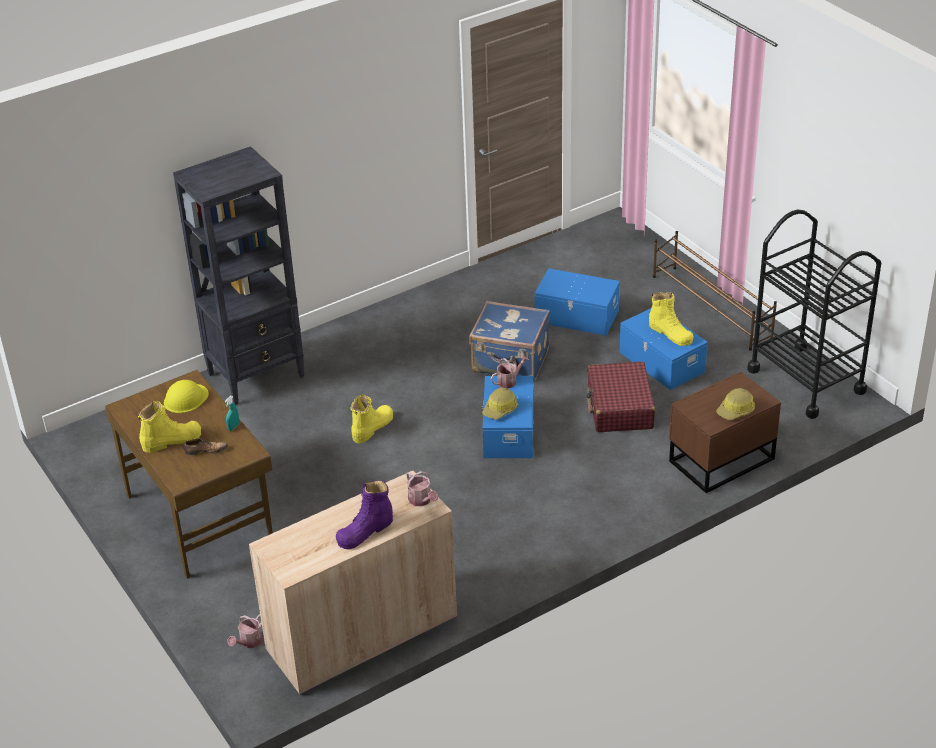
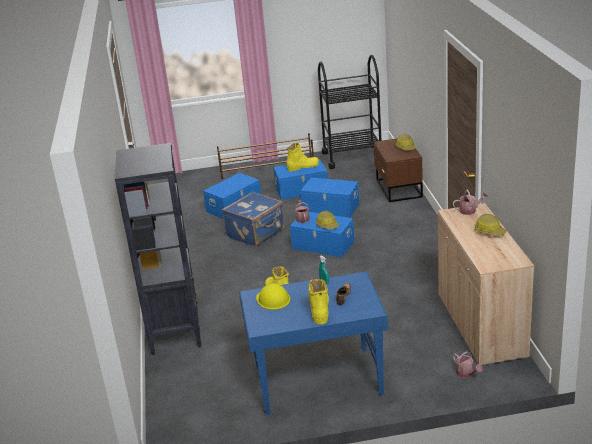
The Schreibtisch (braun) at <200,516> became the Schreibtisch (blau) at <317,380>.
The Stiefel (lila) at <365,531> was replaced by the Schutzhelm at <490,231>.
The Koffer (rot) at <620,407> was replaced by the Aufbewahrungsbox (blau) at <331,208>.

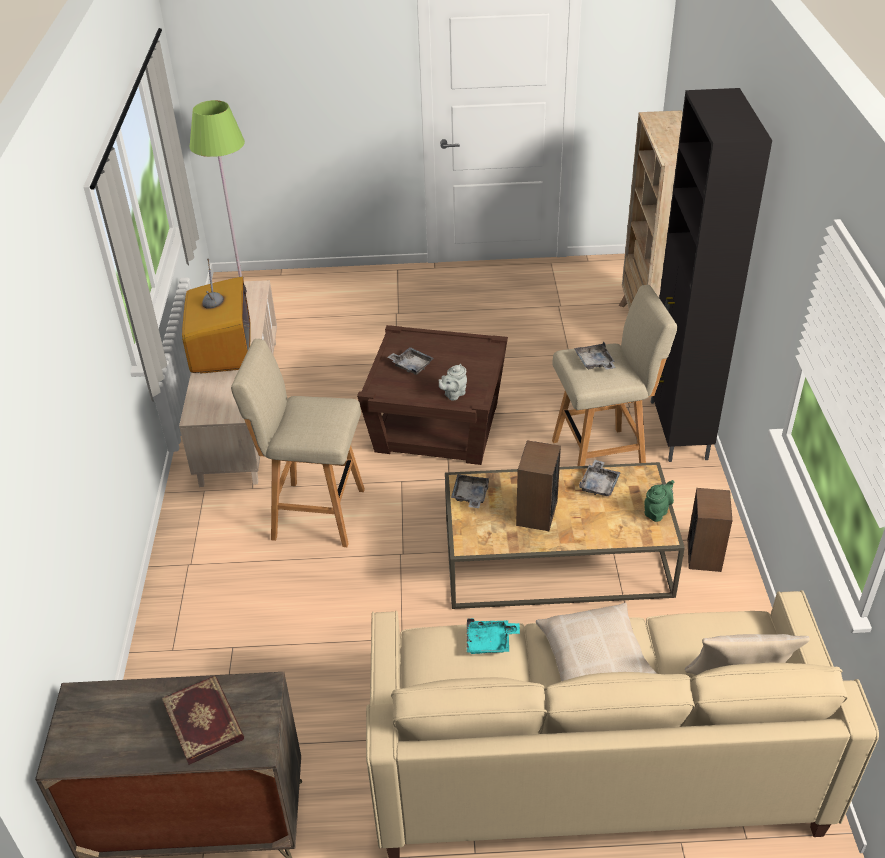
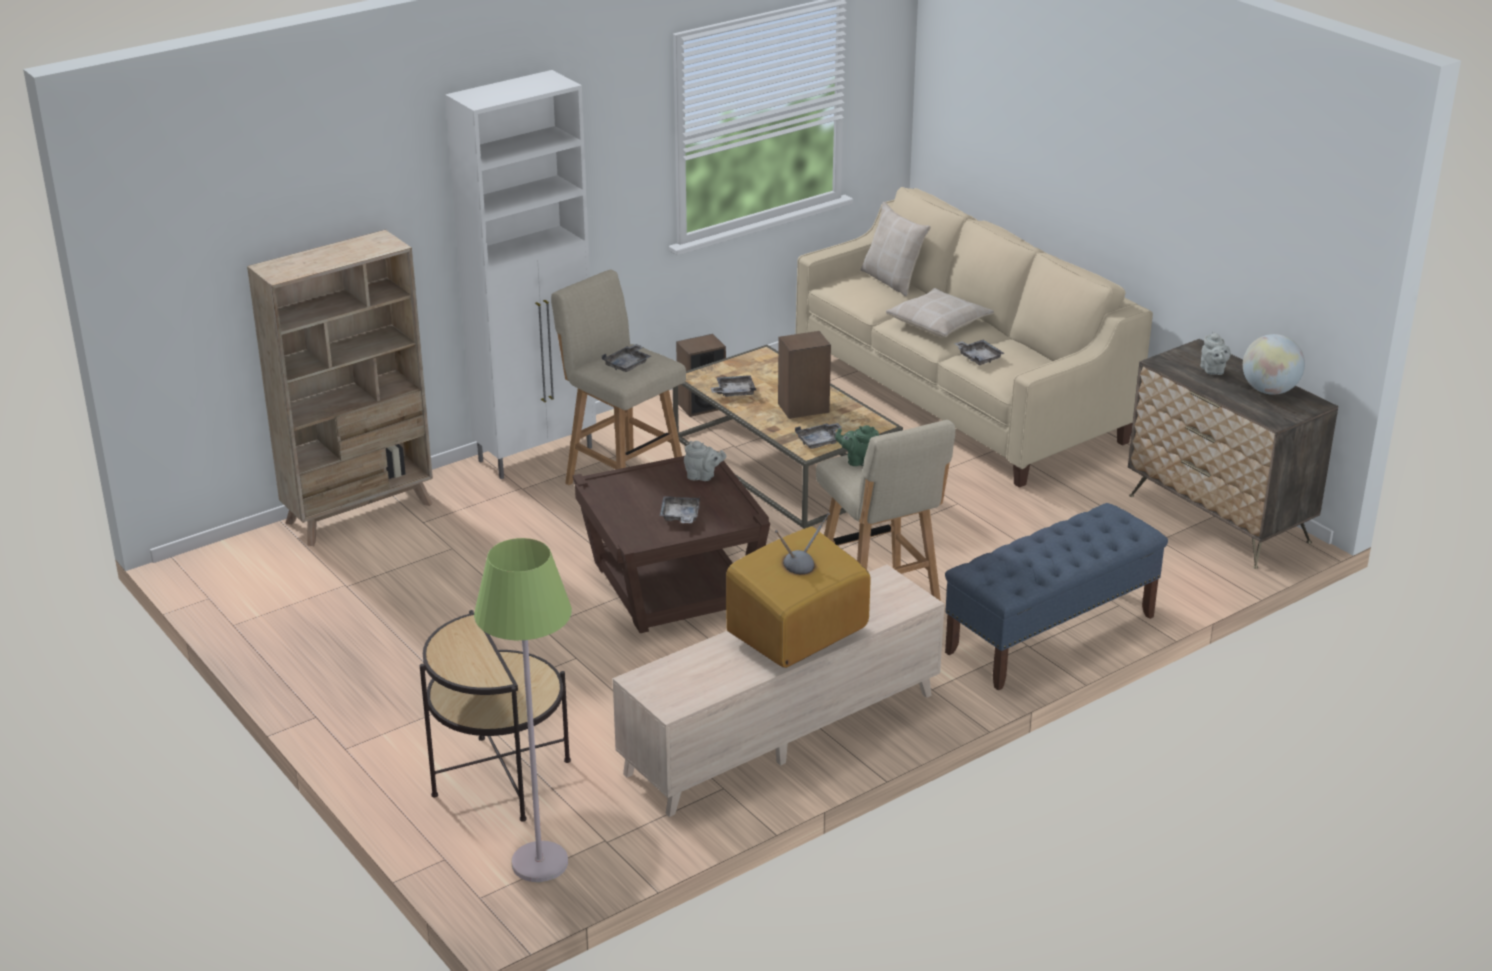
The Buch at <204,720> was replaced by the Teekanne (grau) at <1213,371>.
The Tablett (türkis) at <490,642> became the Tablett (grau) at <978,357>.
The Teekanne (grün) moved from <657,512> to <859,461>.
The Schrank (schwarz) at <678,431> became the Schrank (weiß) at <537,454>.
The Beistelltisch at <502,777> appeared.
The Bank (blau) at <1050,635> appeared.
The Globus at <1269,391> appeared.

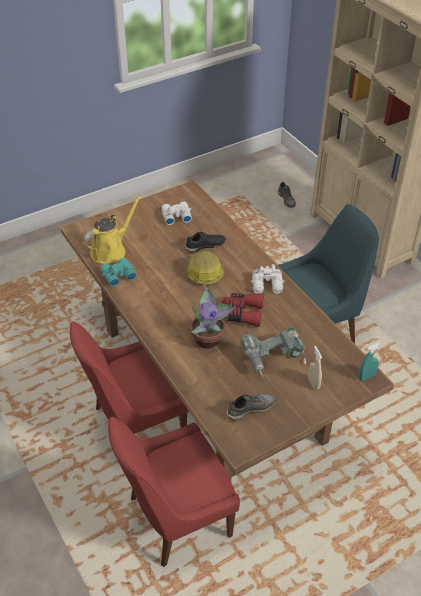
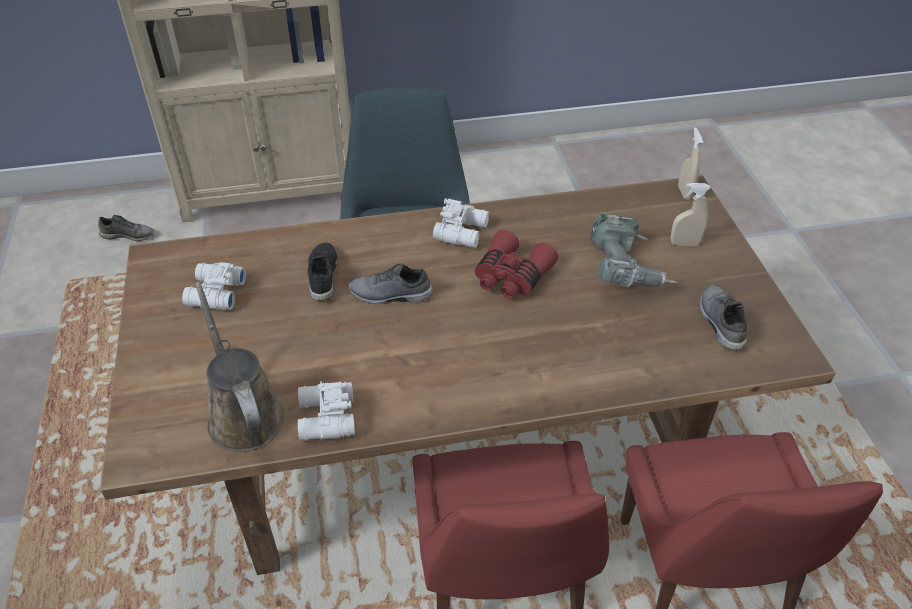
The Gießkanne (gelb) at <111,250> became the Gießkanne (braun) at <243,413>.
The Fernglas (türkis) at <118,275> became the Fernglas (weiß) at <325,419>.
The Schutzhelm at <204,272> was replaced by the Schuh (grau) at <390,295>.
The Topfpflanze at <209,339> disappeared.
The Sprühflasche (türkis) at <366,376> became the Sprühflasche (beige) at <684,193>.

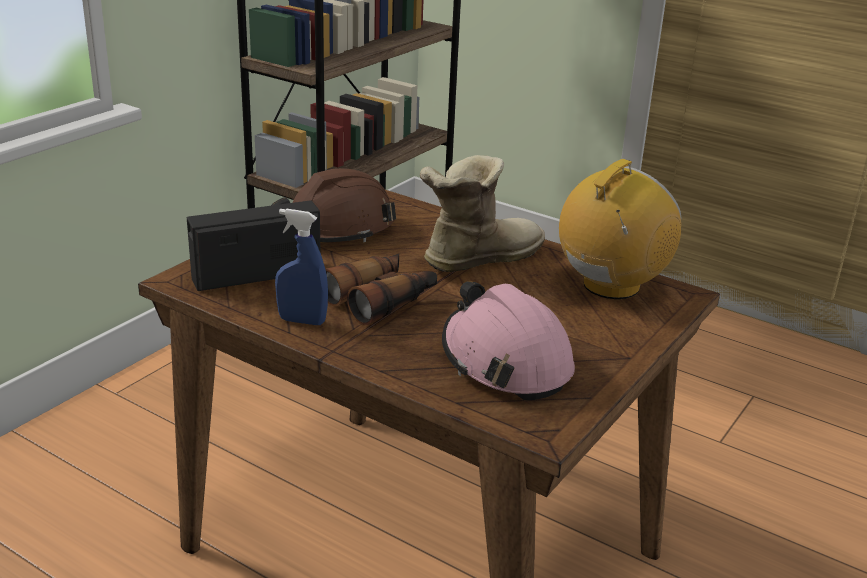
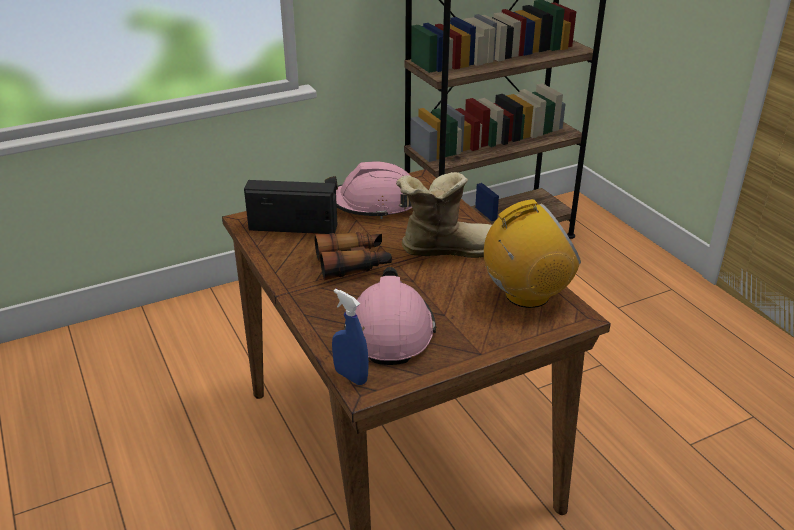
The Schutzhelm (braun) at <335,229> became the Schutzhelm (rosa) at <374,204>.
The Sprühflasche (blau) moved from <302,321> to <350,376>.

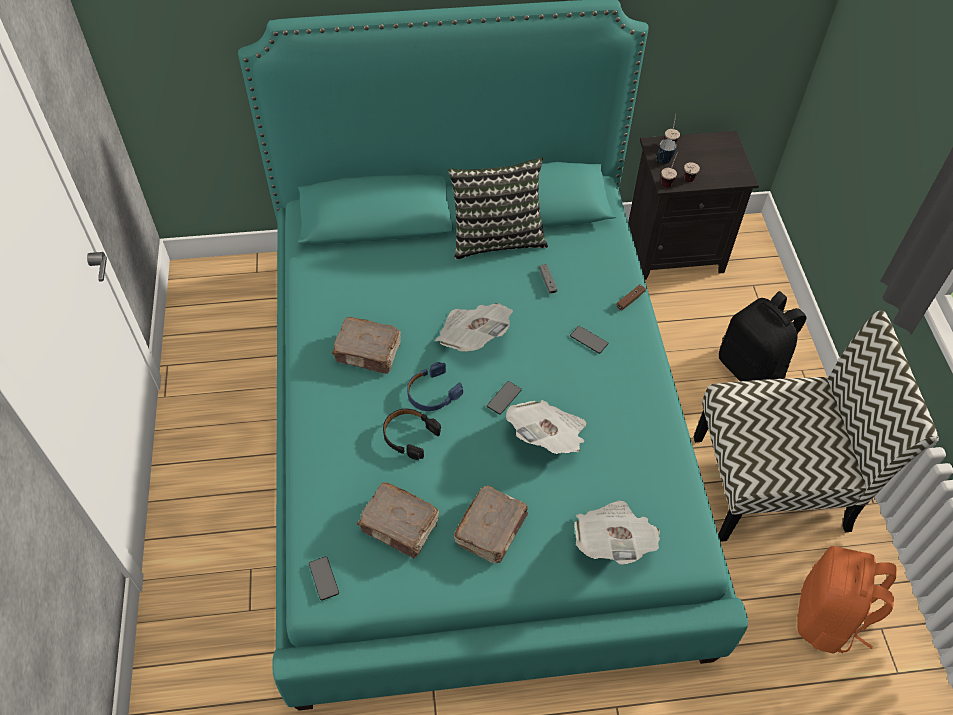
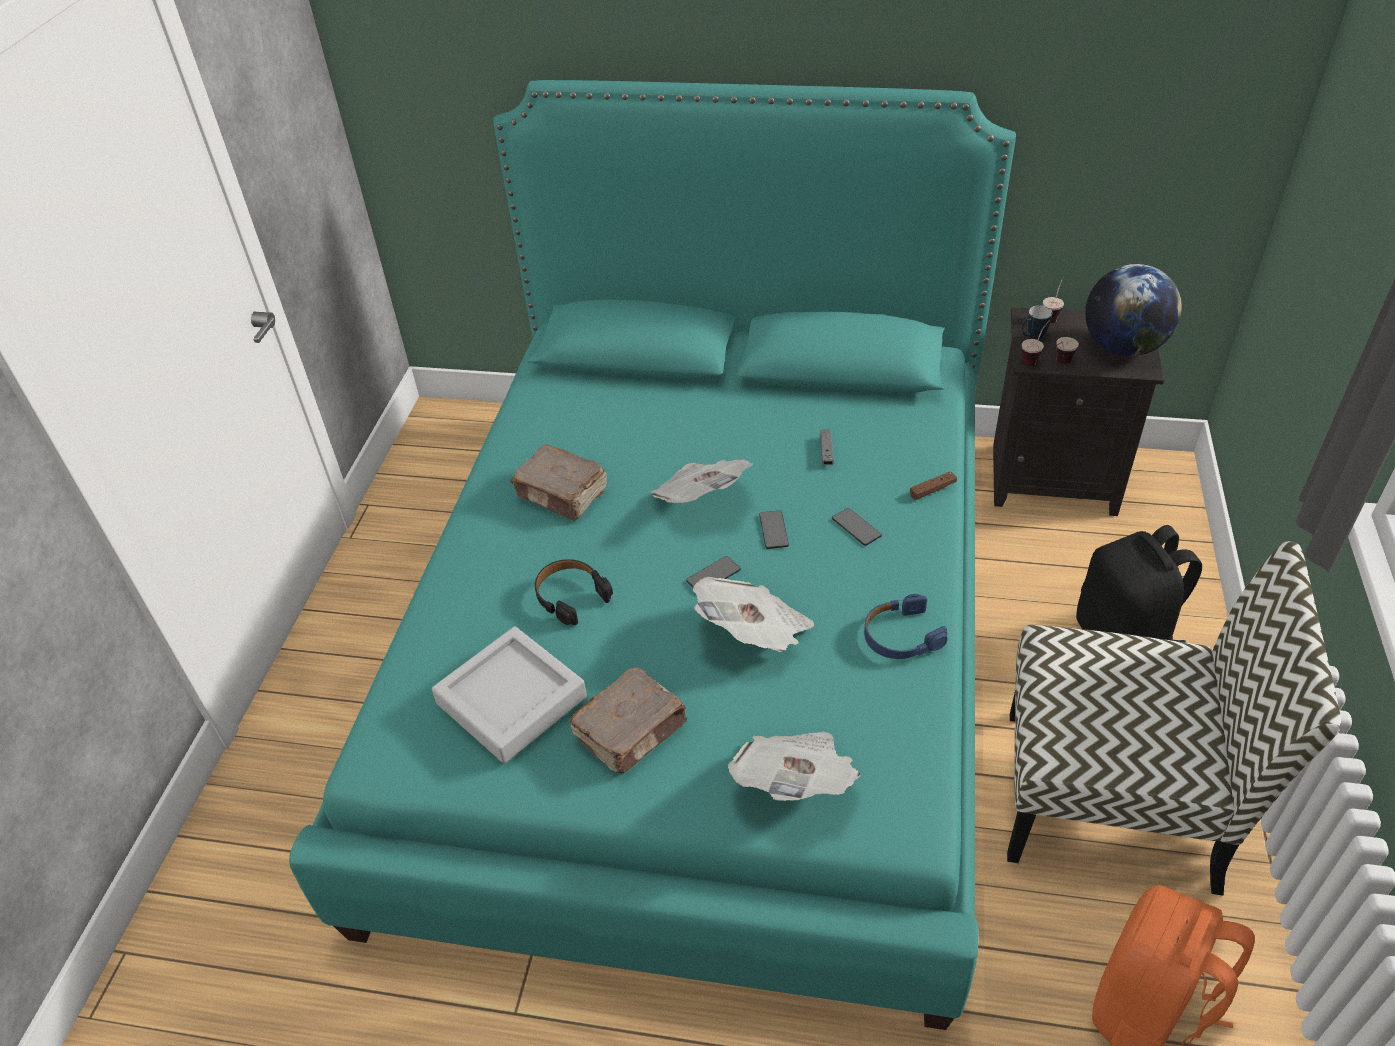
The Handy moved from <323,578> to <773,530>.
The Buch (braun) at <400,526> was replaced by the Tablett (grau) at <511,700>.
The Kopfhörer (blau) moved from <432,393> to <901,636>.
The Kissen at <497,237> disappeared.
The Globus at <1123,347> appeared.

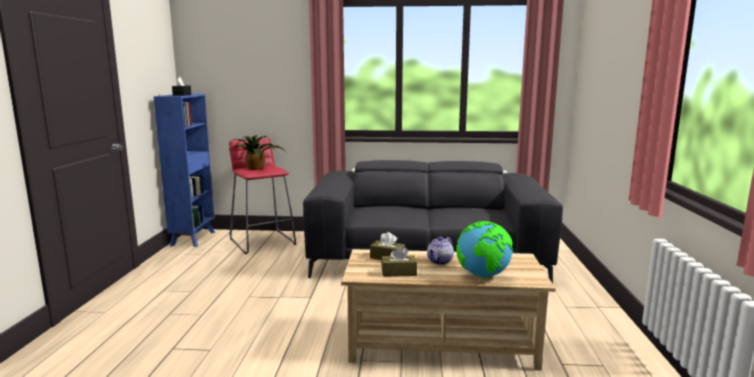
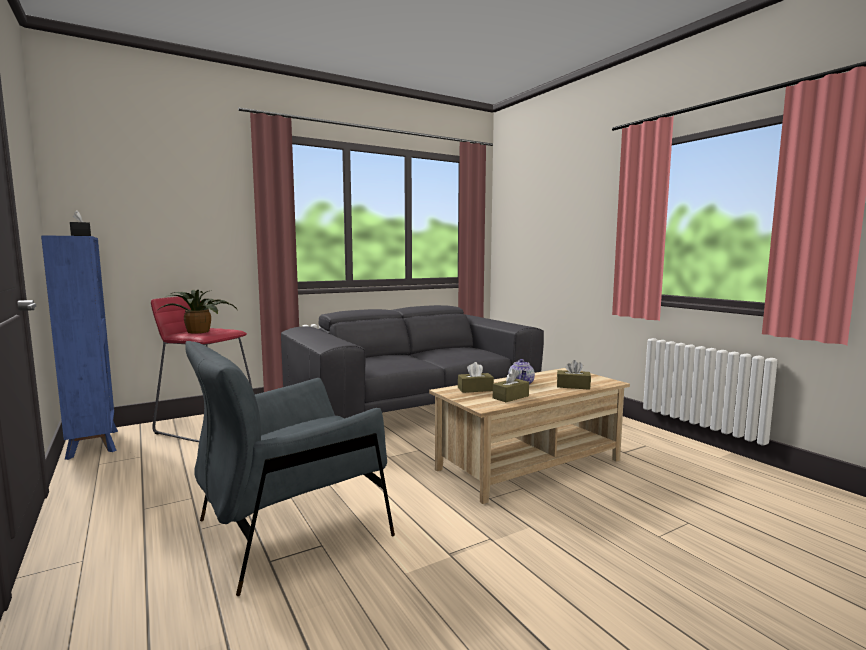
The Globus at <483,276> was replaced by the Taschentuchbox (braun) at <573,386>.
The Sessel (grau) at <292,529> appeared.

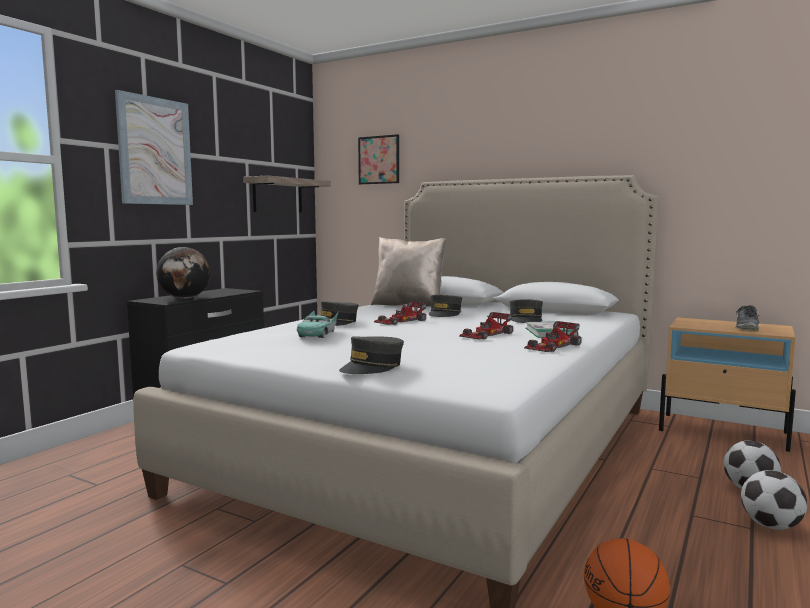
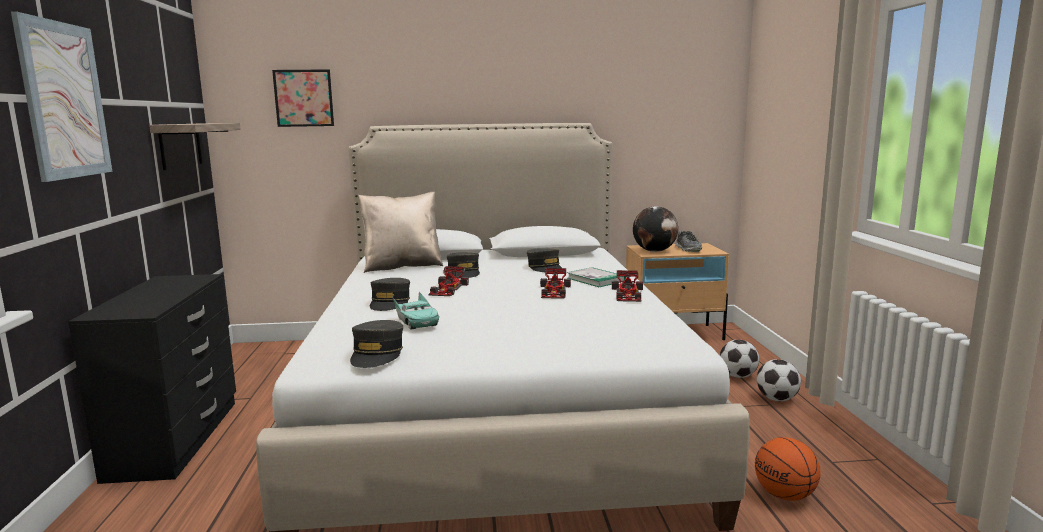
The Globus moved from <185,298> to <654,251>.
The Kappe (grau) moved from <372,367> to <377,354>.

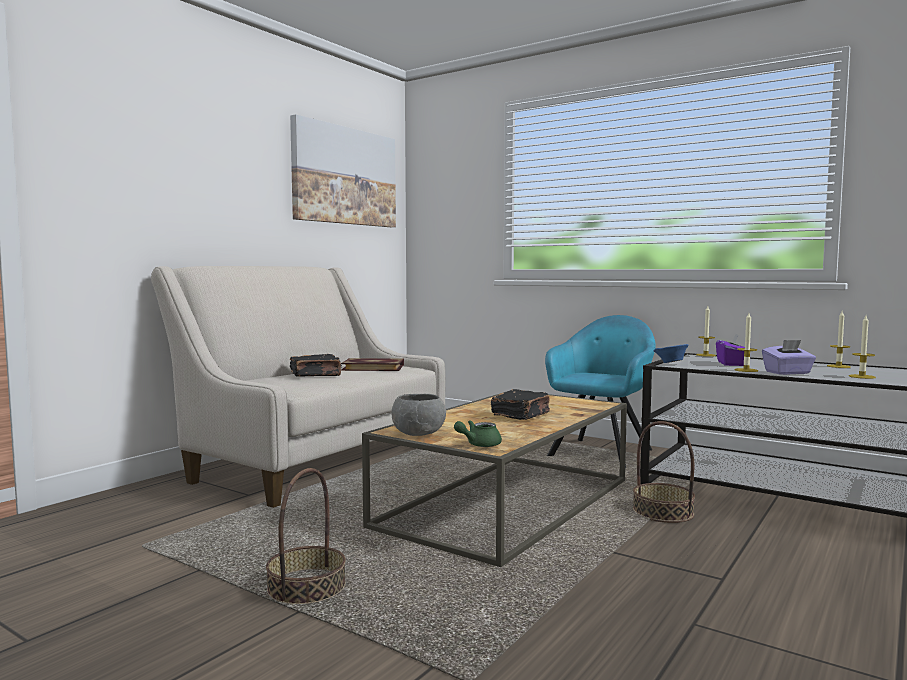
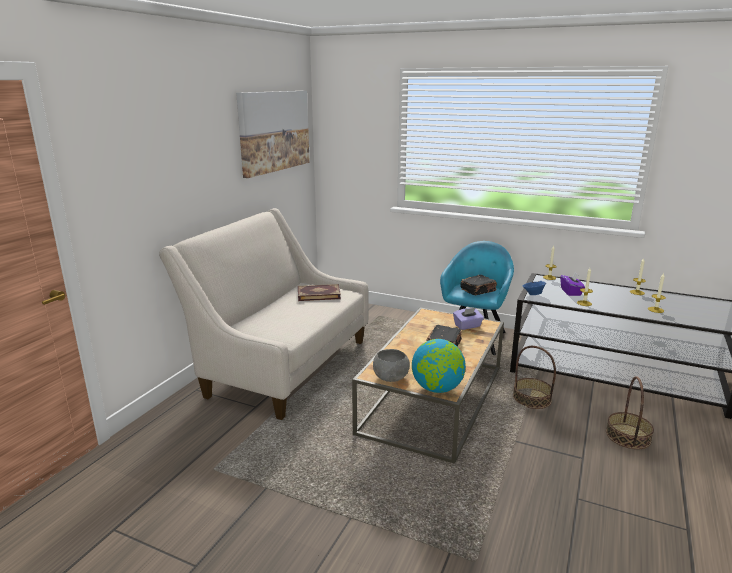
The Korb moved from <307,587> to <628,436>.
The Buch (schwarz) moved from <316,375> to <478,291>.
The Teekanne (grün) at <479,445> was replaced by the Globus at <437,389>.
The Taschentuchbox (lila) moved from <788,373> to <467,326>.

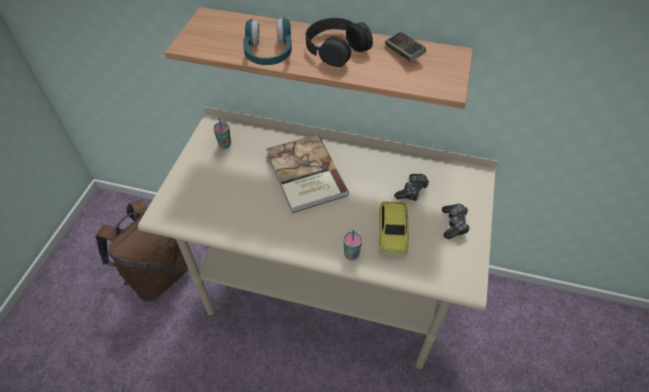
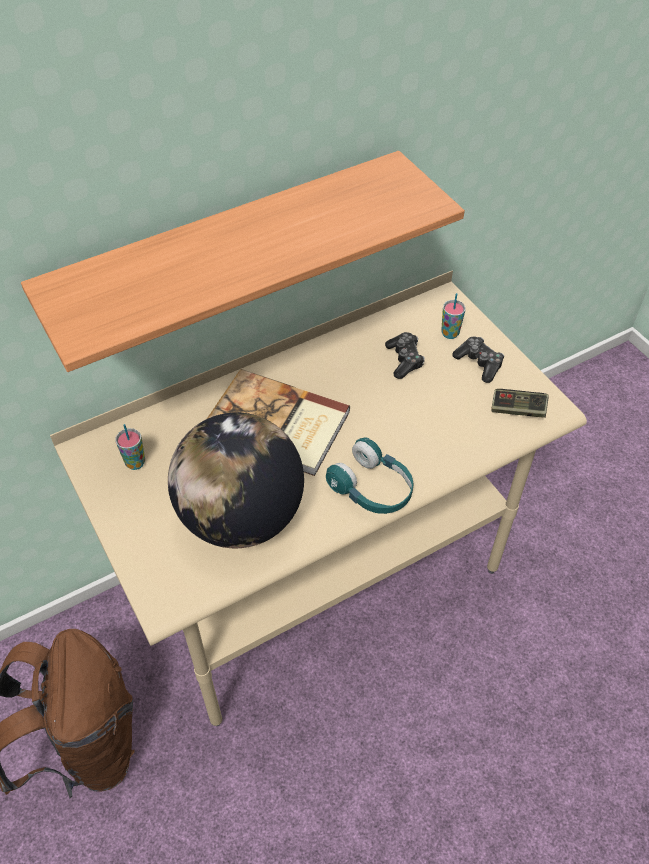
The Kopfhörer (türkis) moved from <268,53> to <372,488>.
The Kopfhörer (schwarz) at <336,48> disappeared.
The Tasse moved from <351,255> to <450,333>.
The Spielzeugauto at <392,232> disappeared.
The Gamepad moved from <403,53> to <518,409>.
The Globus at <241,516> appeared.

